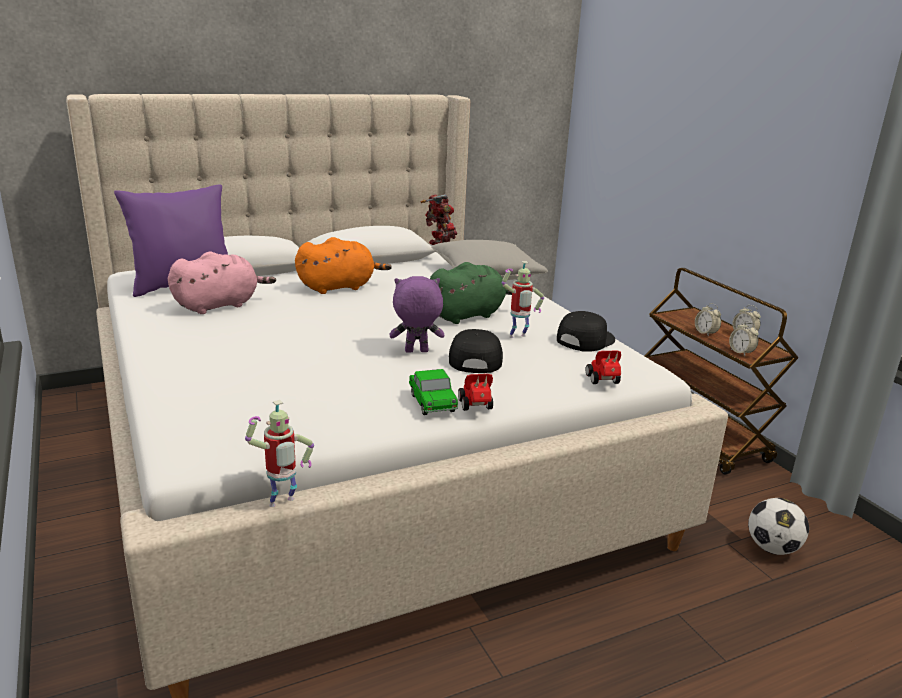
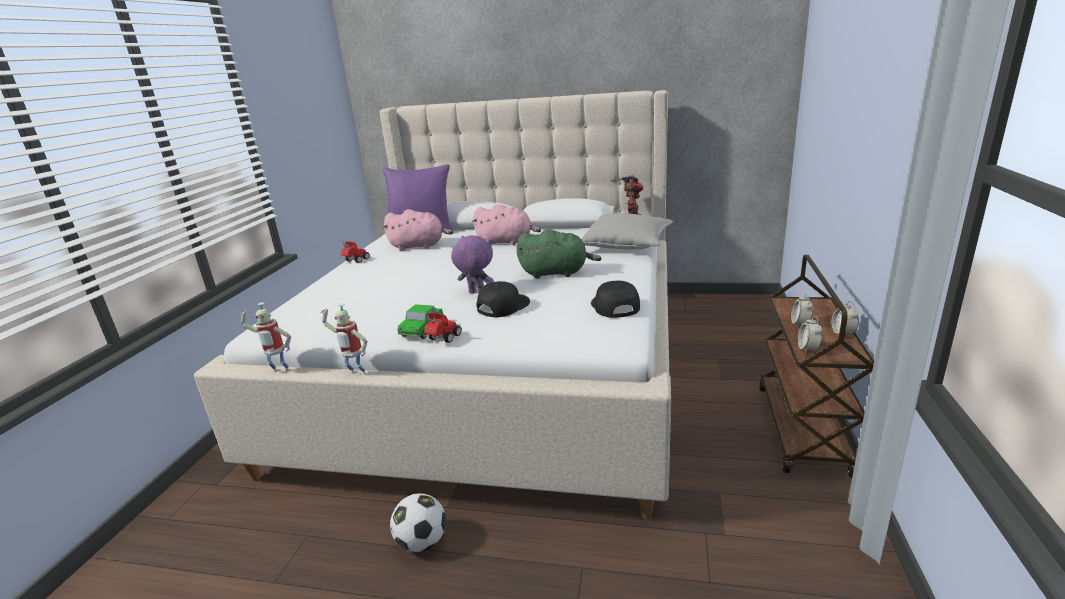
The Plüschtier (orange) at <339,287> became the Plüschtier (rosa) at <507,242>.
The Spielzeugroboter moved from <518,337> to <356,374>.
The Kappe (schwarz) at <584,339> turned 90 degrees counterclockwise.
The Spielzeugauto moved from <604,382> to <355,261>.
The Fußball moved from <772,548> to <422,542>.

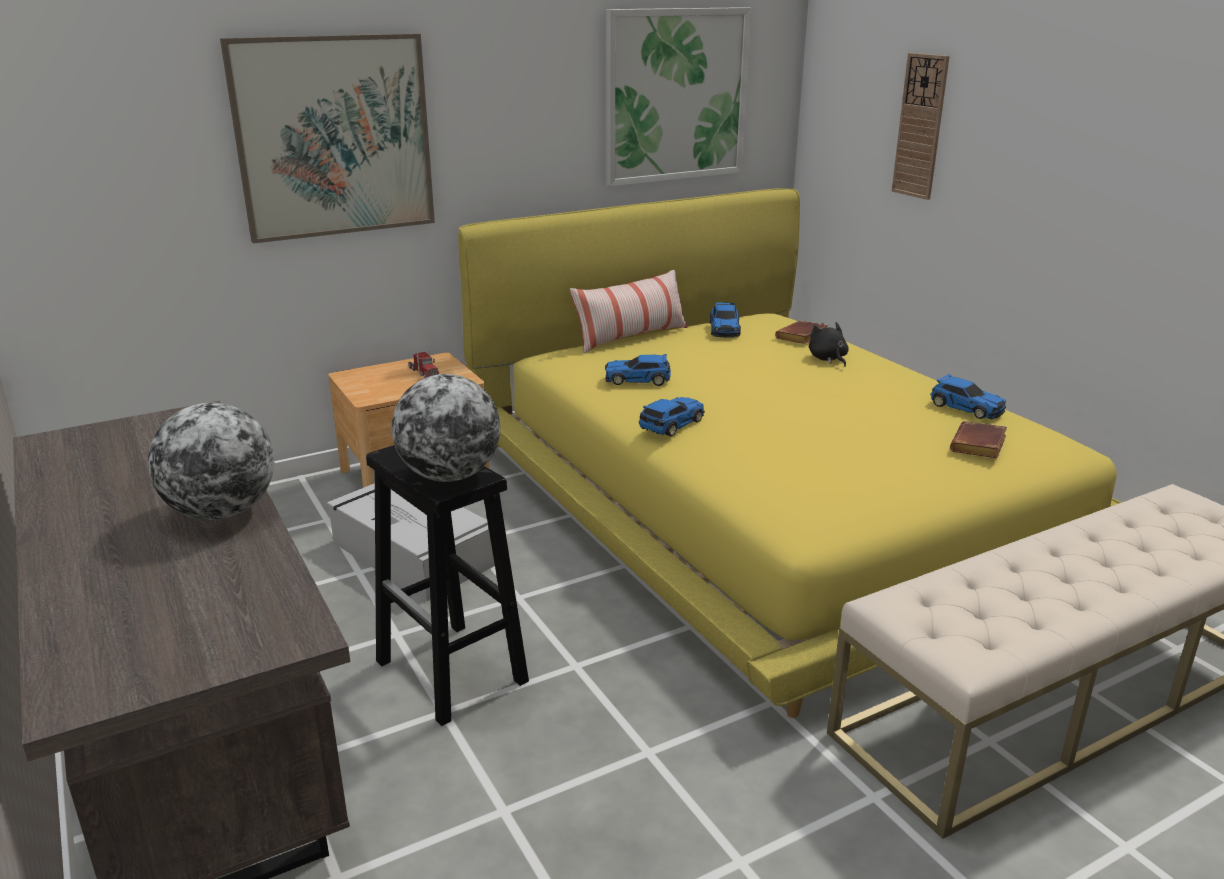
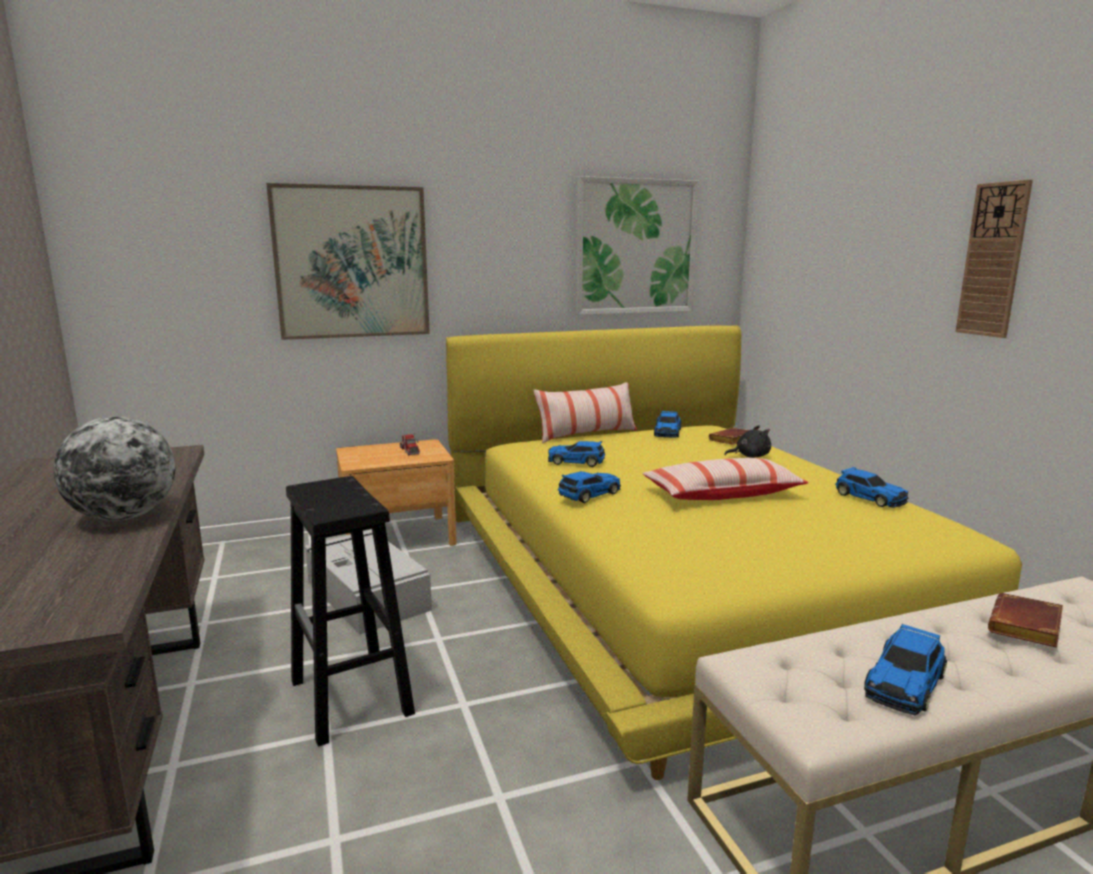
The Globus at <450,475> disappeared.
The Plüschtier (schwarz) at <828,359> turned 90 degrees clockwise.
The Wanduhr moved from <920,126> to <993,260>.
The Buch (braun) moved from <979,446> to <1027,628>.
The Kissen at <722,494> appeared.
The Spielzeugauto at <905,683> appeared.

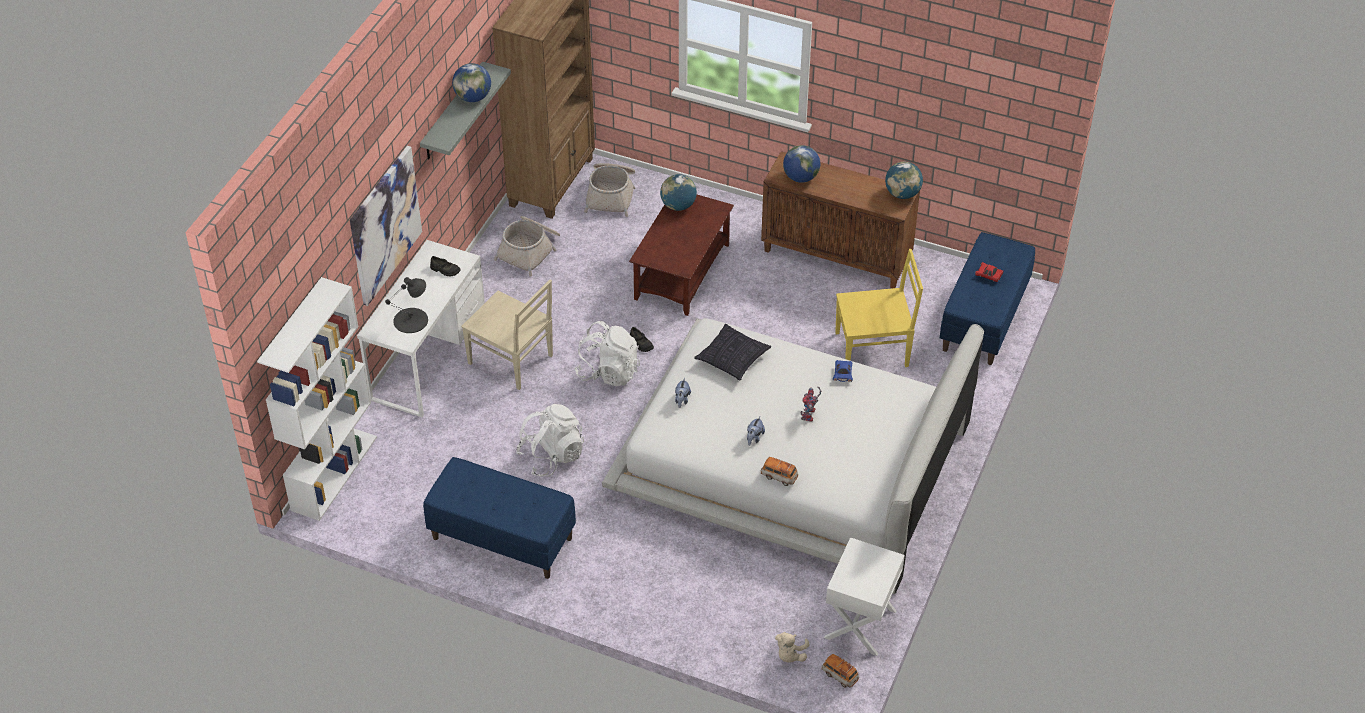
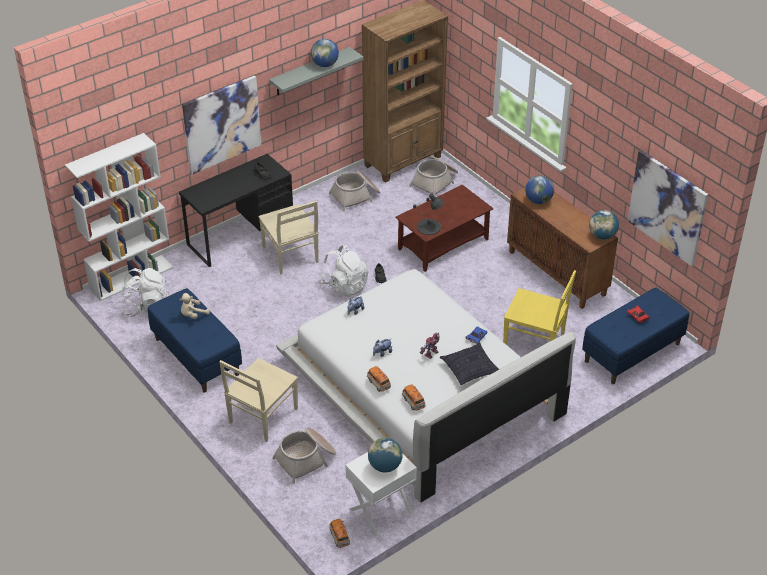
The Schreibtisch (weiß) at <429,360> became the Schreibtisch (schwarz) at <241,236>.
The Tischlampe (schwarz) moved from <411,320> to <429,227>.
The Rucksack (weiß) moved from <551,456> to <146,307>.
The Globus moved from <678,206> to <385,466>.
The Kissen moved from <732,359> to <469,370>.
The Plüschtier (beige) moved from <790,655> to <193,315>.
The Stuhl (beige) at <262,417> appeared.
The Korb at <306,459> appeared.
The Spielzeugauto at <413,402> appeared.
The Bild at <667,207> appeared.

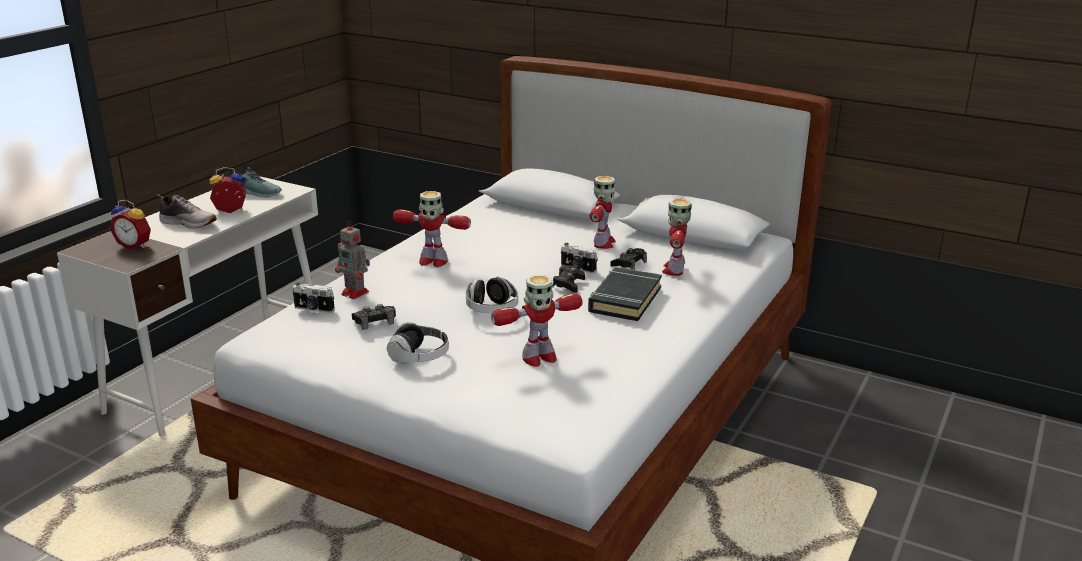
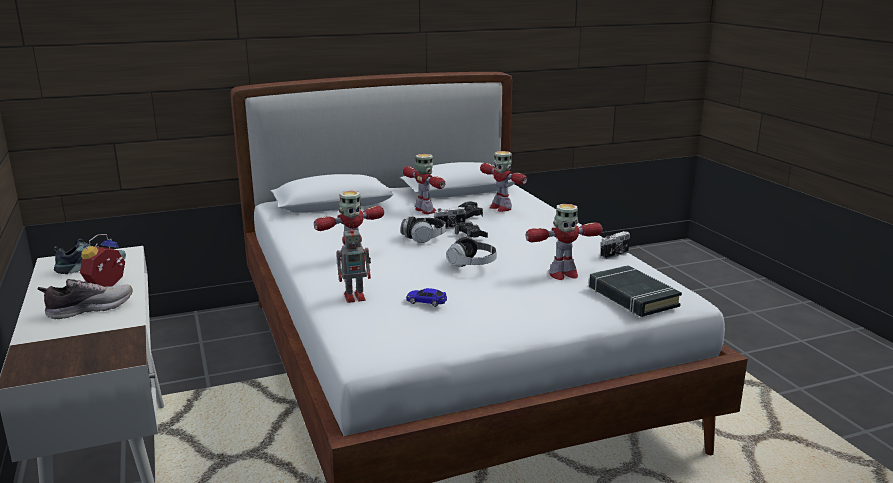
The Wecker at <135,245> disappeared.
The Kamera moved from <314,309> to <615,255>.
The Gamepad (schwarz) at <374,321> was replaced by the Spielzeugauto at <426,302>.
The Kopfhörer moved from <419,356> to <424,237>.
The Spielzeugroboter at <538,358> turned 60 degrees clockwise.
The Buch (schwarz) moved from <624,299> to <632,297>.

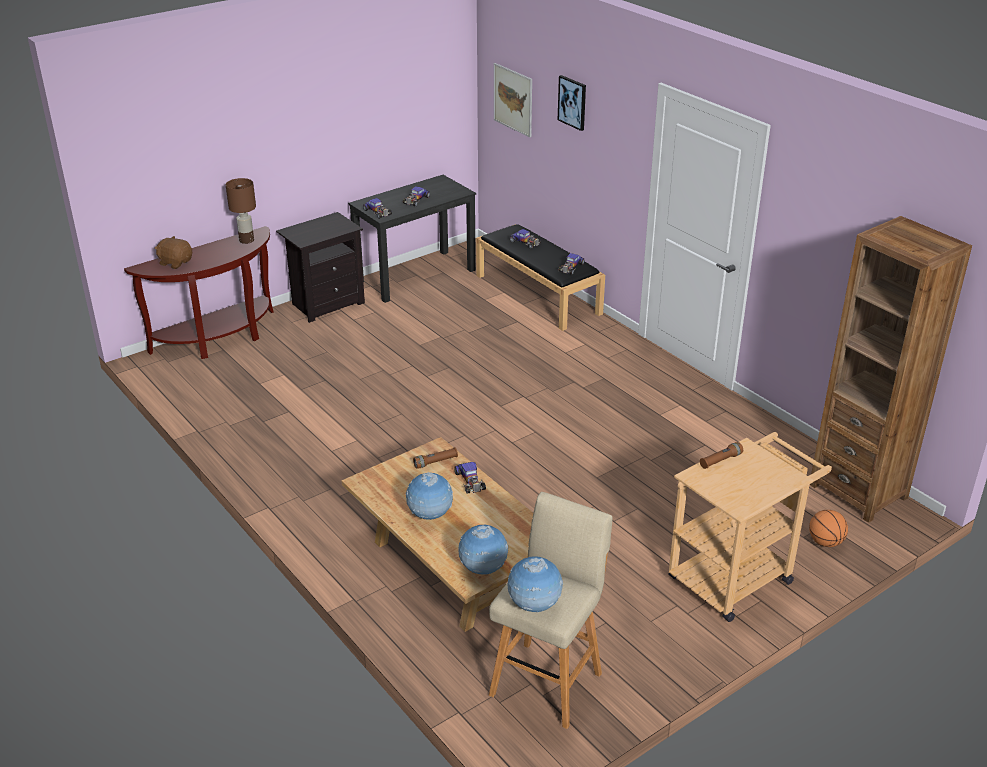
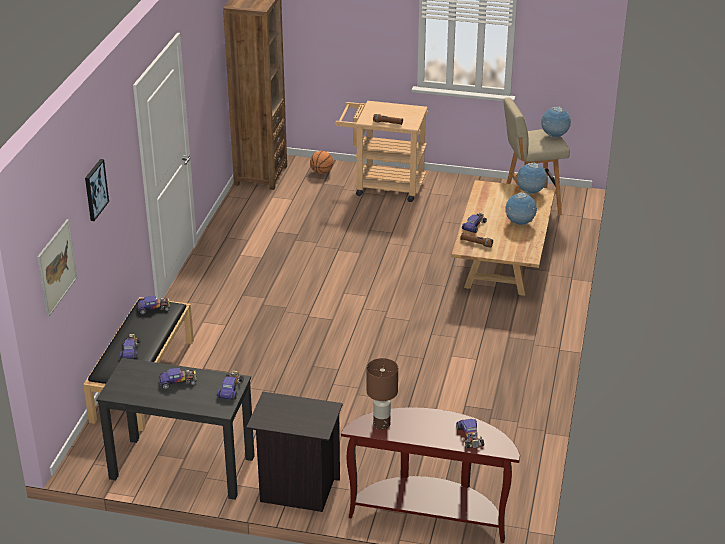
The Plüschtier (braun) at <175,262> was replaced by the Spielzeugauto at <470,436>.

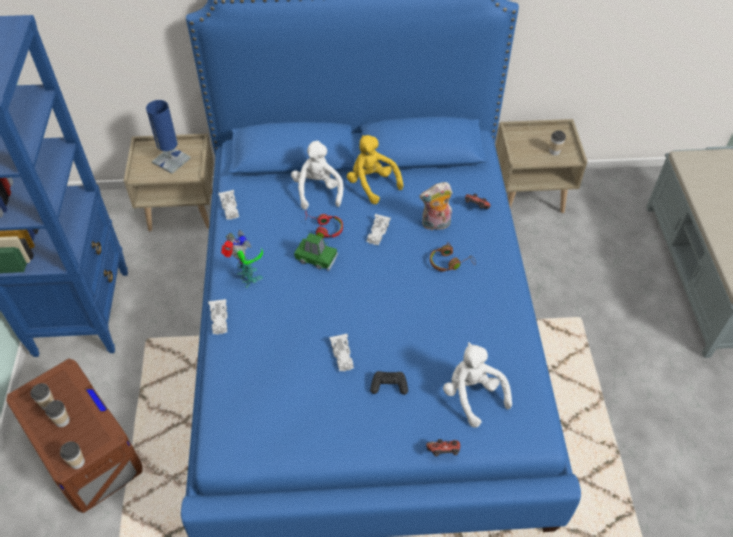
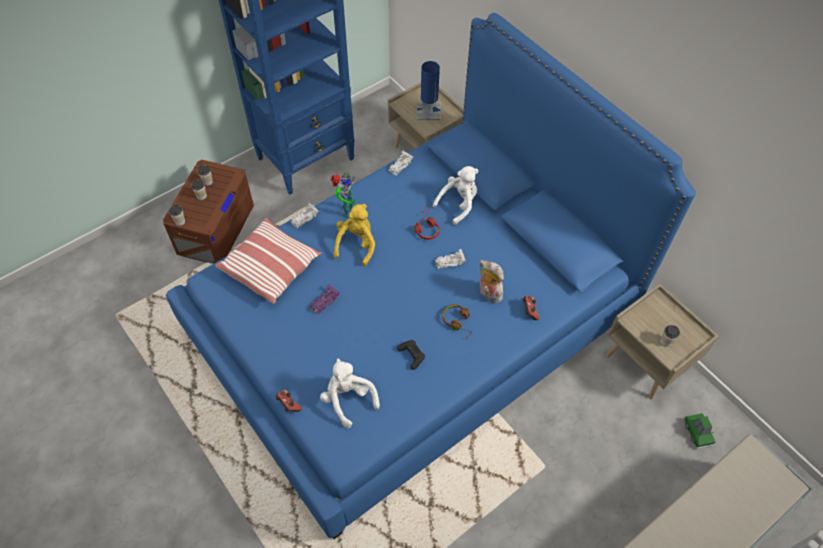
The Spielzeugauto (grün) moved from <316,258> to <697,433>.
The Spielzeugauto (weiß) at <342,355> became the Spielzeugauto (lila) at <324,302>.
The Plüschtier (gelb) moved from <372,184> to <356,244>.
The Gamepad (schwarz) moved from <389,385> to <411,355>.
The Plüschtier (weiß) at <473,395> turned 60 degrees counterclockwise.
The Kissen at <271,267> appeared.

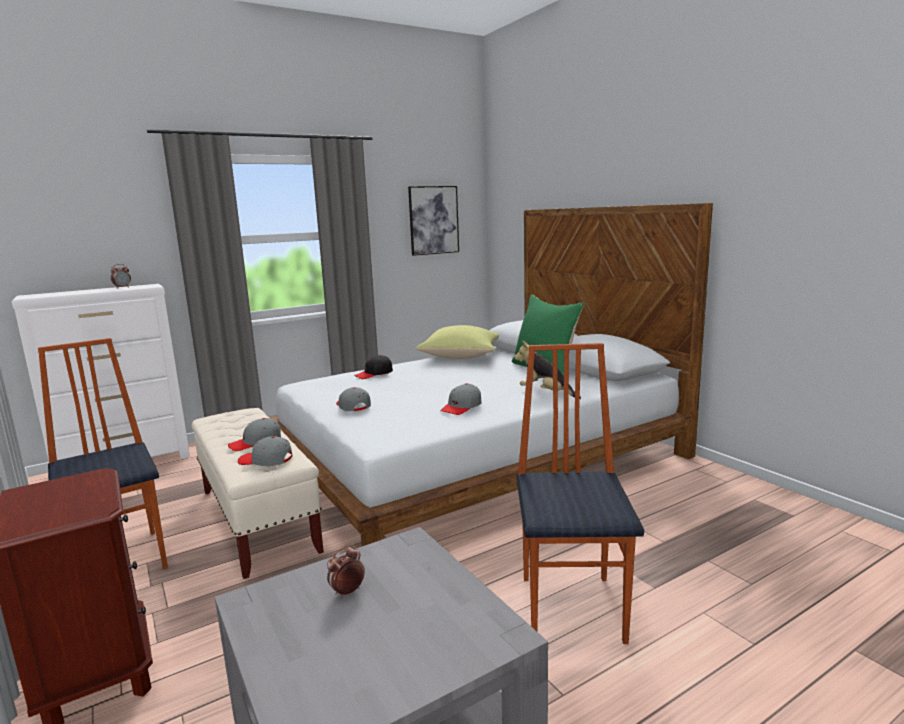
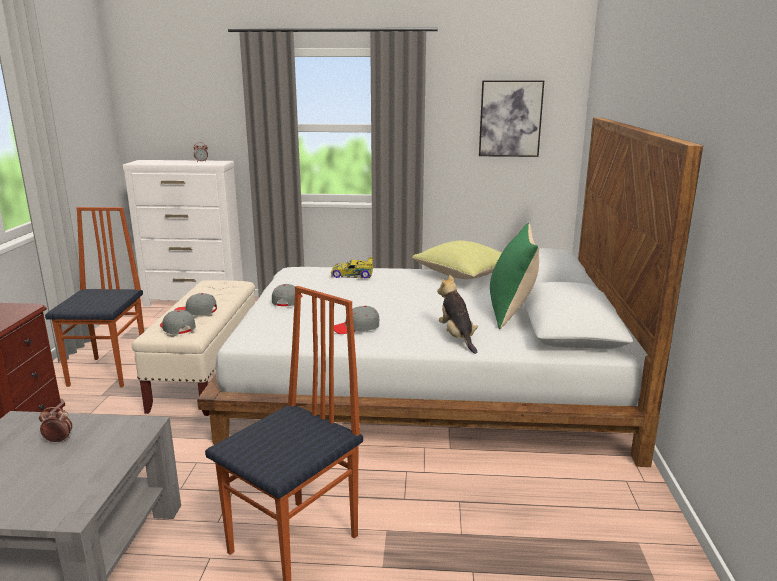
The Kappe (schwarz) at <374,374> was replaced by the Spielzeugauto at <353,274>.

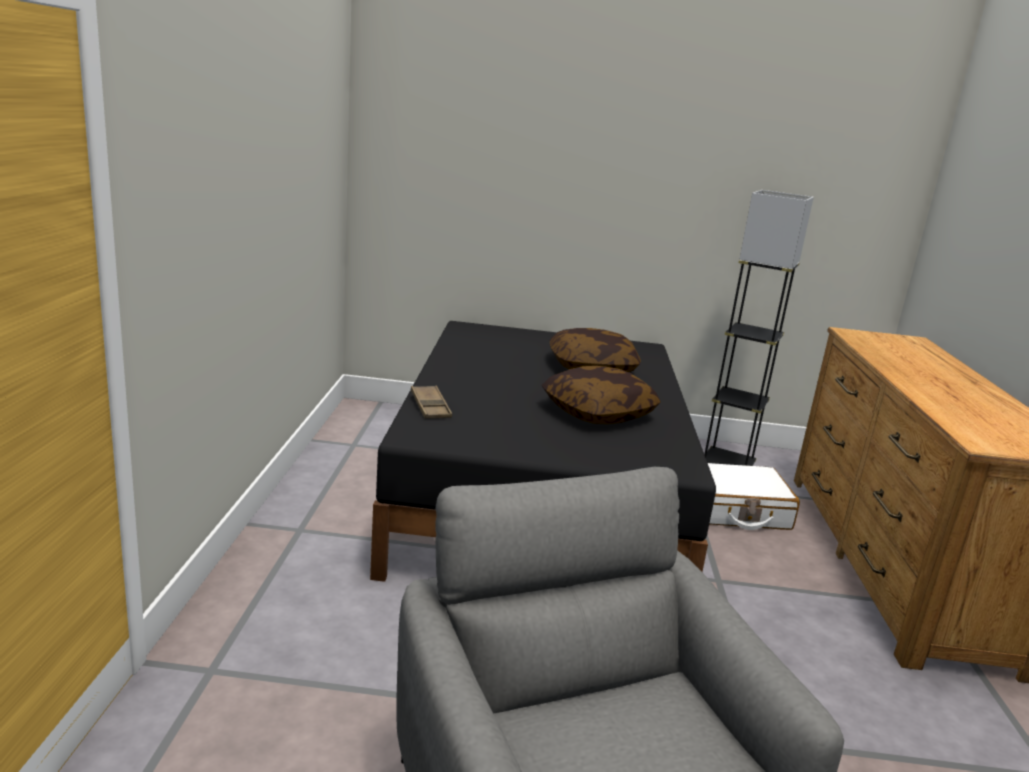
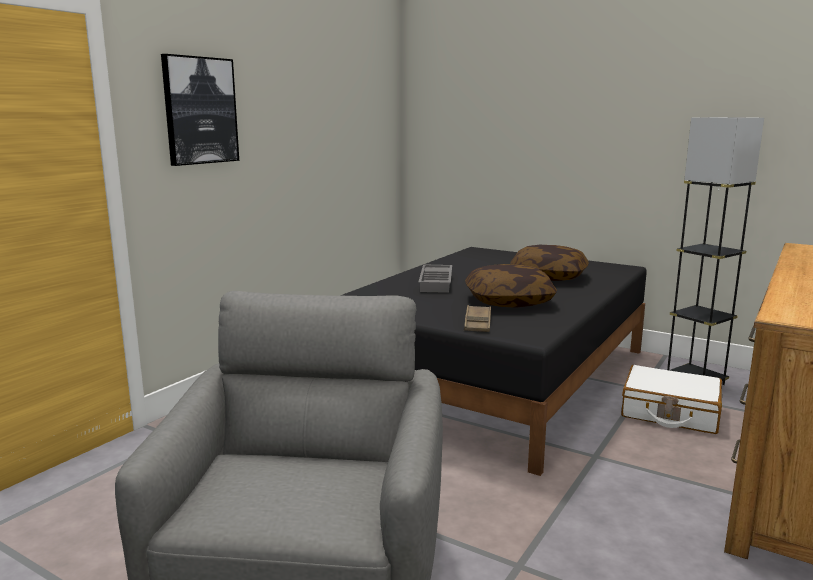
The Tablett (braun) moved from <430,407> to <477,323>.
The Bild at <200,110> appeared.
The Tablett (grau) at <437,283> appeared.

